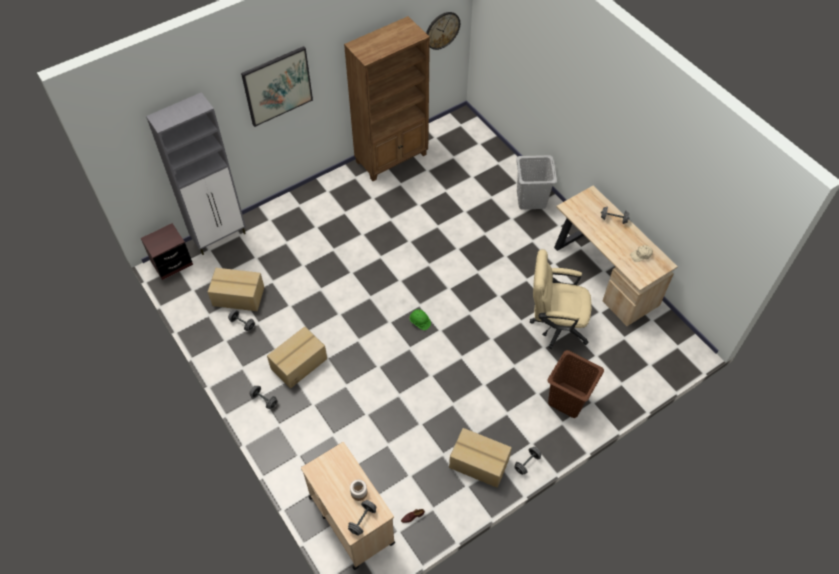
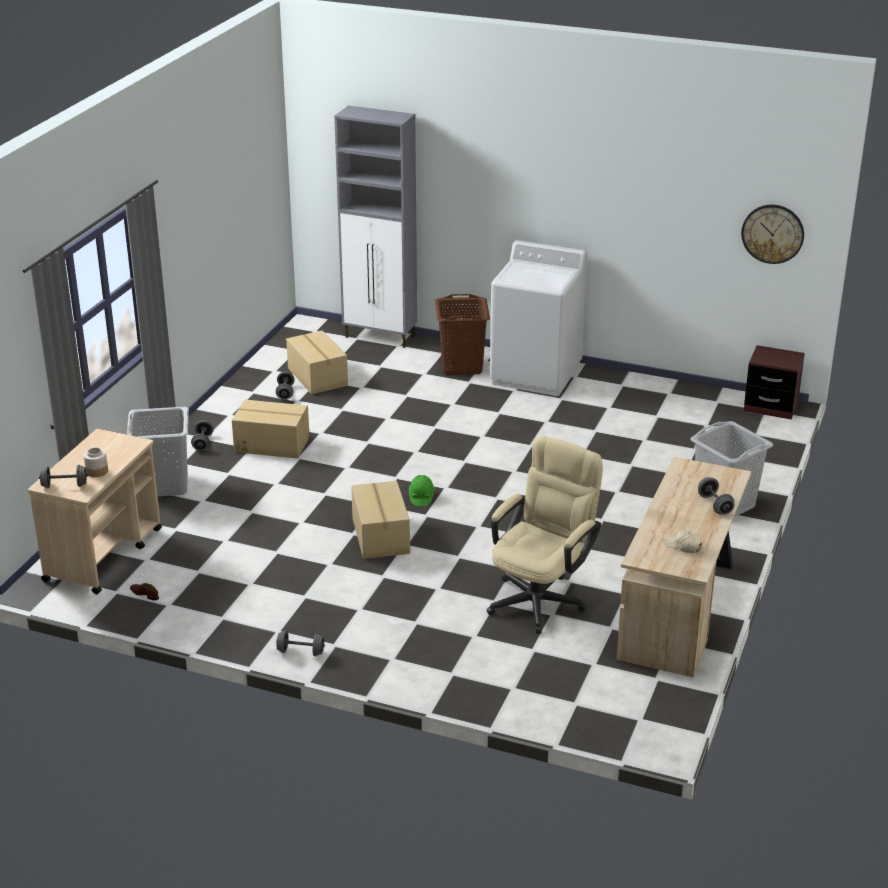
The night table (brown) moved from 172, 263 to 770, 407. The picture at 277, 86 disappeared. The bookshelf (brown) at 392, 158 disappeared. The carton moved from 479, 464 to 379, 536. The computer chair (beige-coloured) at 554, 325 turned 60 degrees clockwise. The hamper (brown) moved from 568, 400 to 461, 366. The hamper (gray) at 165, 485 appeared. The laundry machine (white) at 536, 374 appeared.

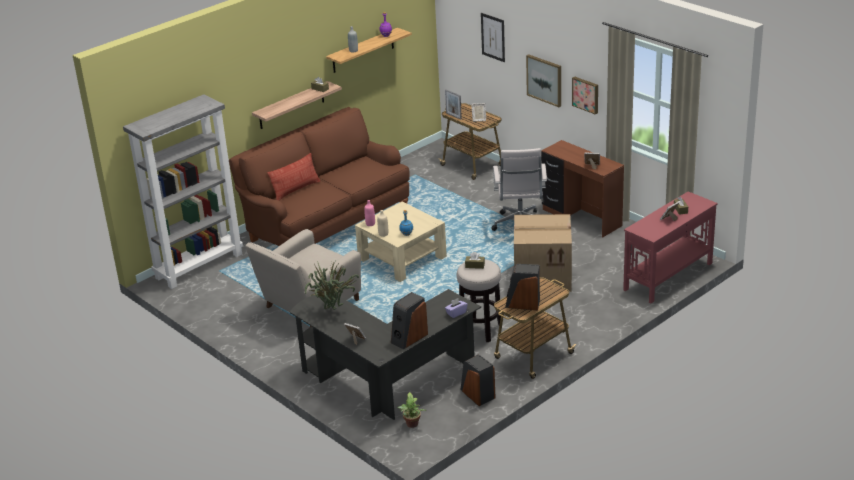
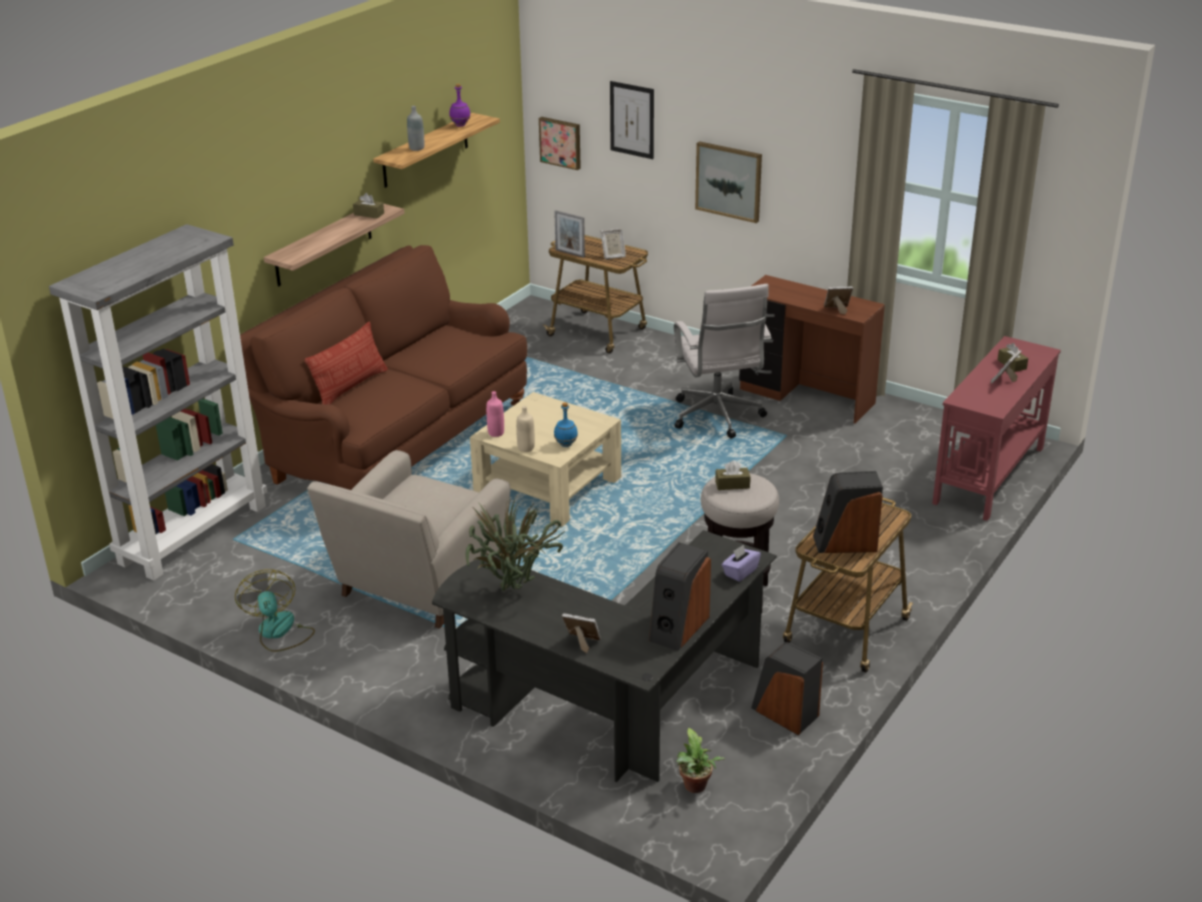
The carton at 543, 276 disappeared. The picture moved from 586, 94 to 561, 142. The cooling fan at 279, 632 appeared.

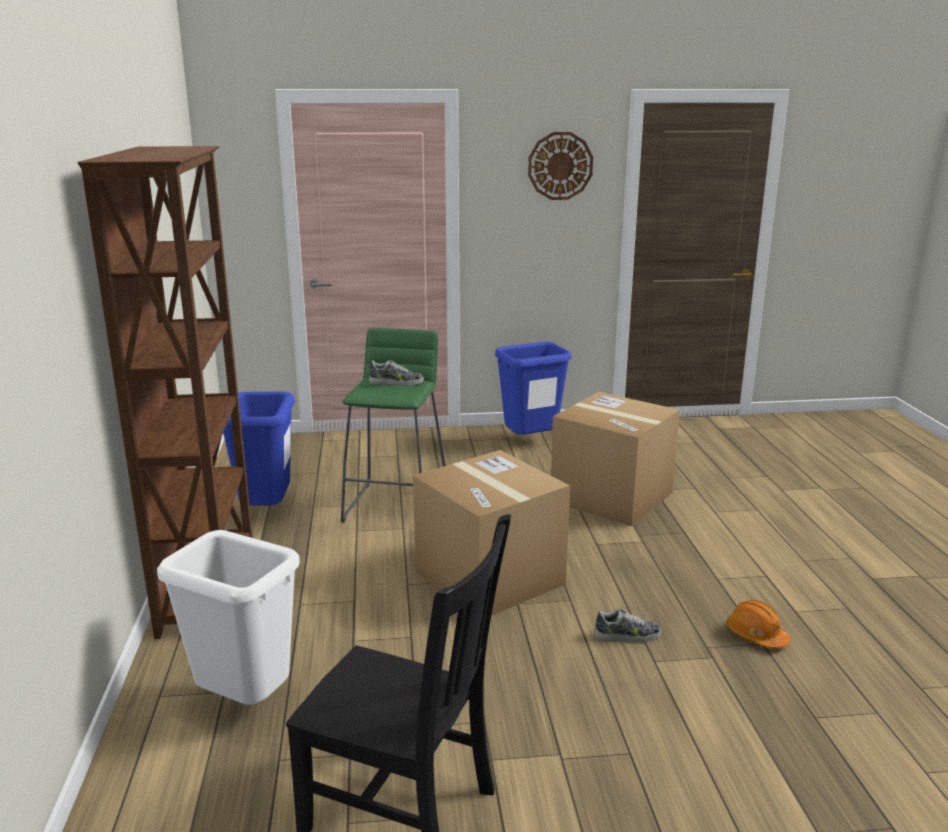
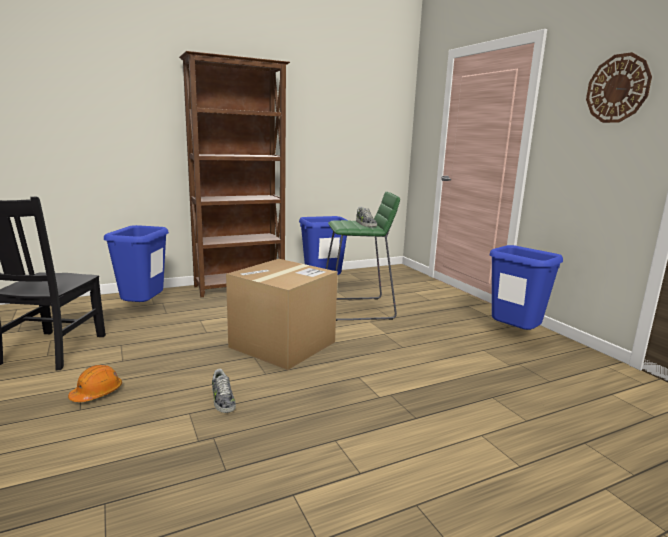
The trash can (white) at 246, 705 became the trash can (blue) at 143, 309. The carton at 611, 496 disappeared. The work helmet (orange-coloured) moved from 756, 635 to 97, 393.

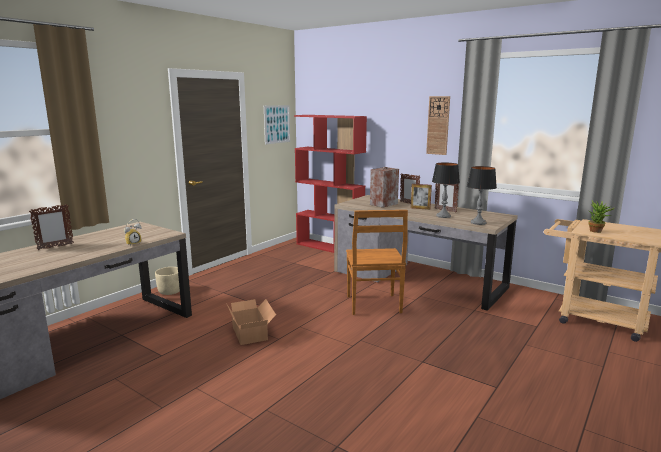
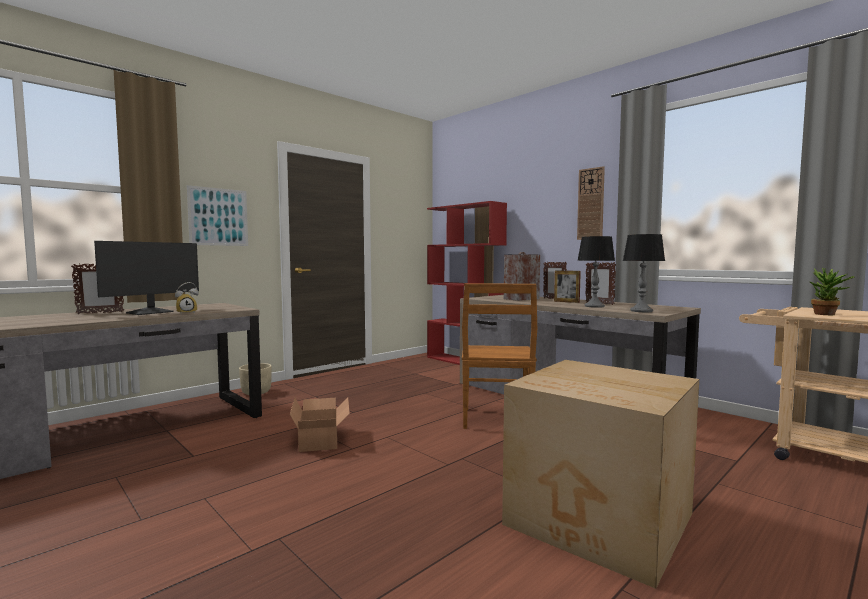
The picture moved from 277, 124 to 218, 217. The computer display at 151, 312 appeared. The carton at 600, 520 appeared.

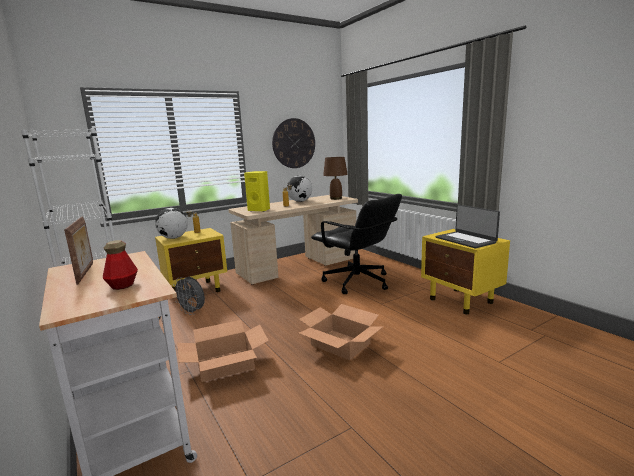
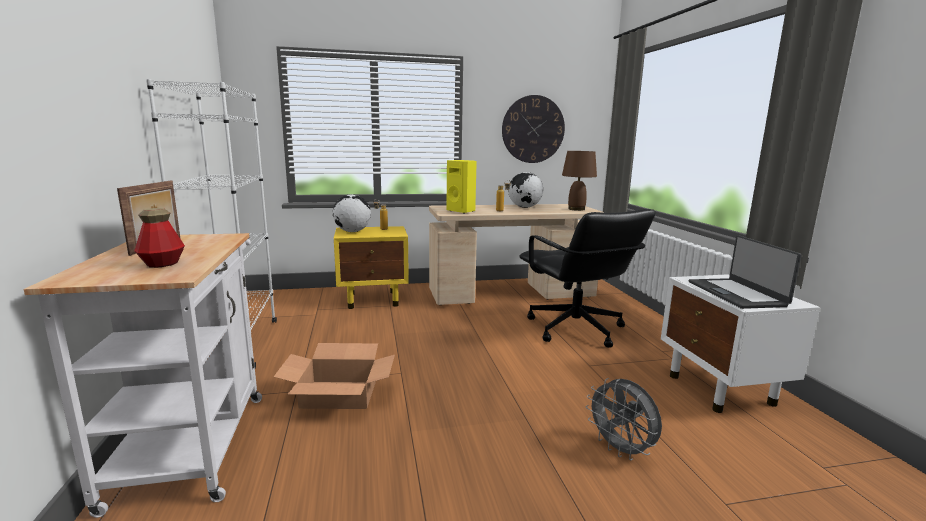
The cooling fan (gray) moved from 192, 312 to 621, 450. The carton at 340, 344 disappeared. The night table (yellow) at 461, 301 became the night table (white) at 721, 390.

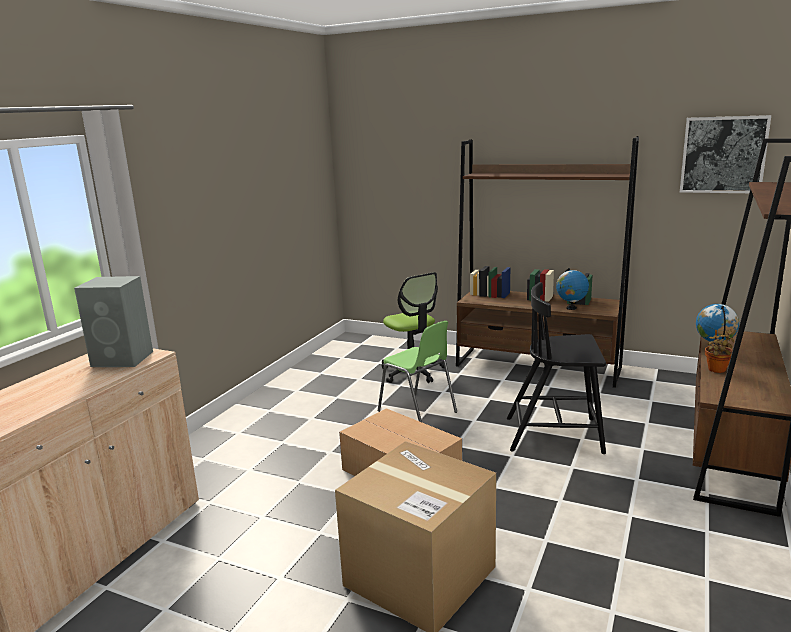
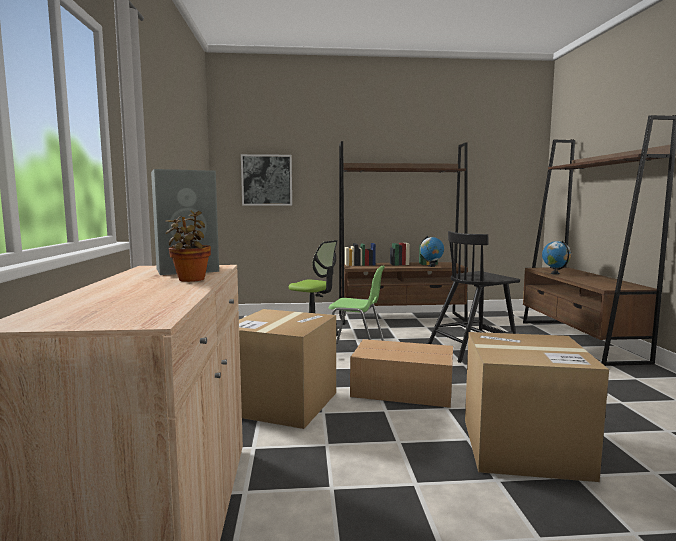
The picture moved from 723, 155 to 267, 180. The houseplant moved from 716, 370 to 190, 280. The carton at 282, 403 appeared.

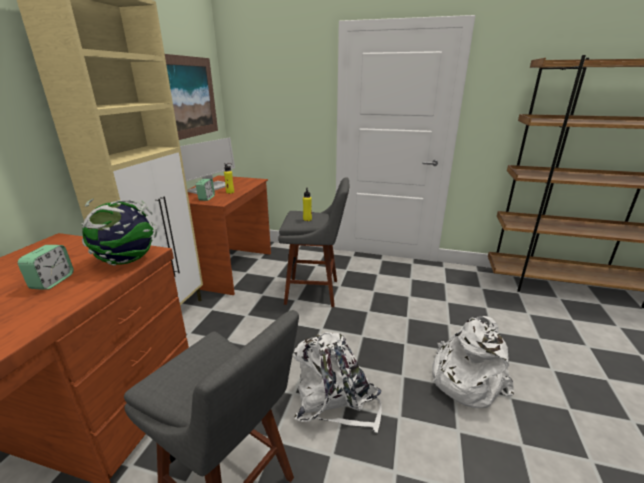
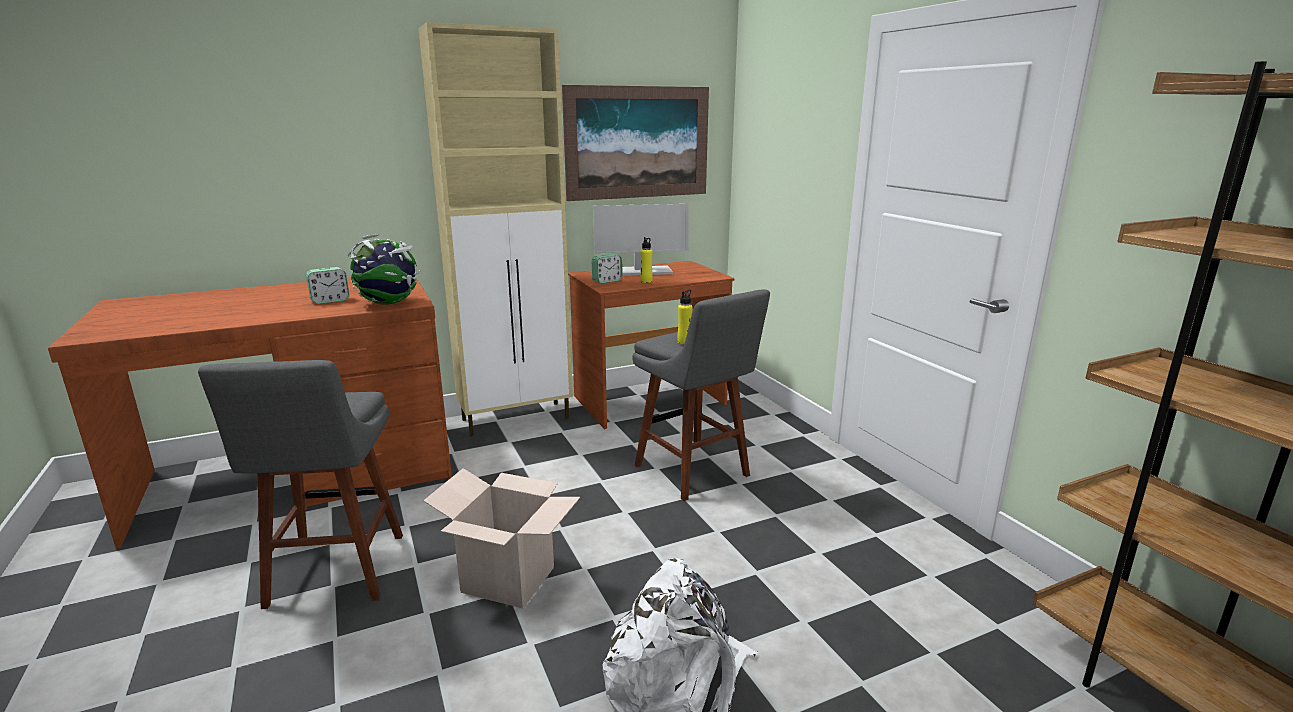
The rucksack (white) at 335, 400 was replaced by the carton at 508, 580.

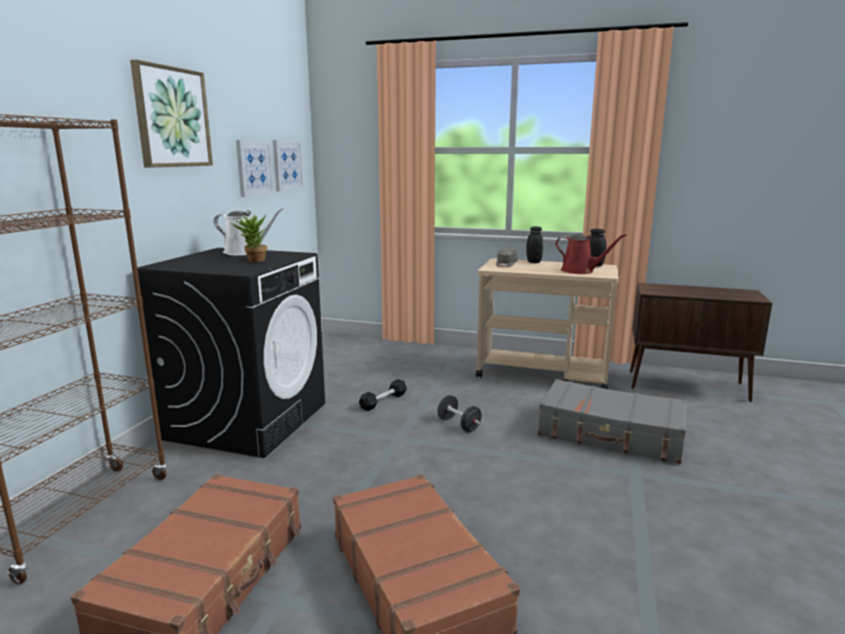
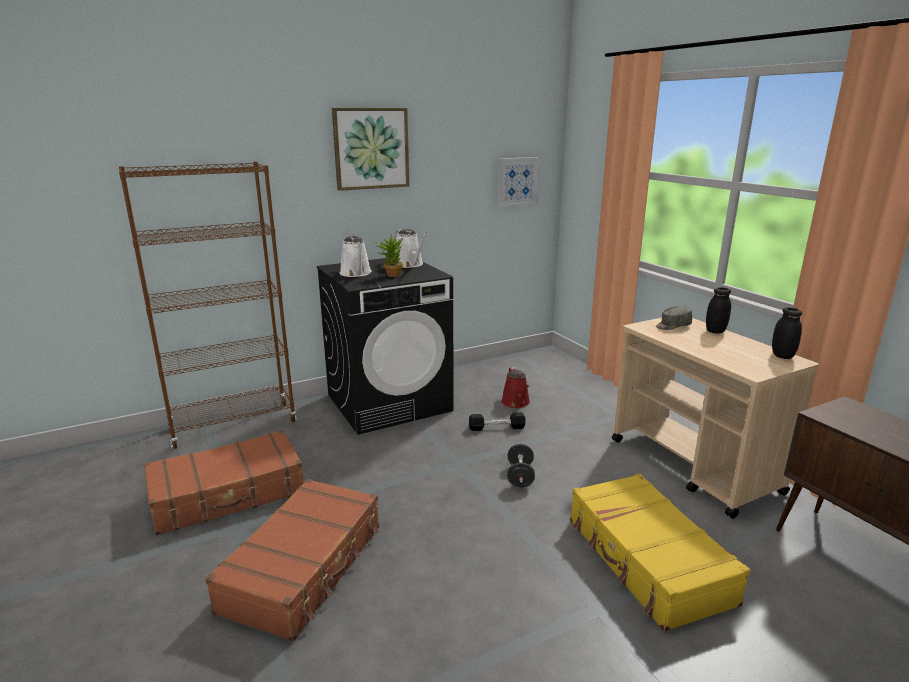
The picture at 254, 168 disappeared. The piece of luggage (gray) at 611, 434 became the piece of luggage (yellow) at 646, 561. The watering pot (red) moved from 580, 271 to 516, 403. The watering pot (white) at 356, 273 appeared.

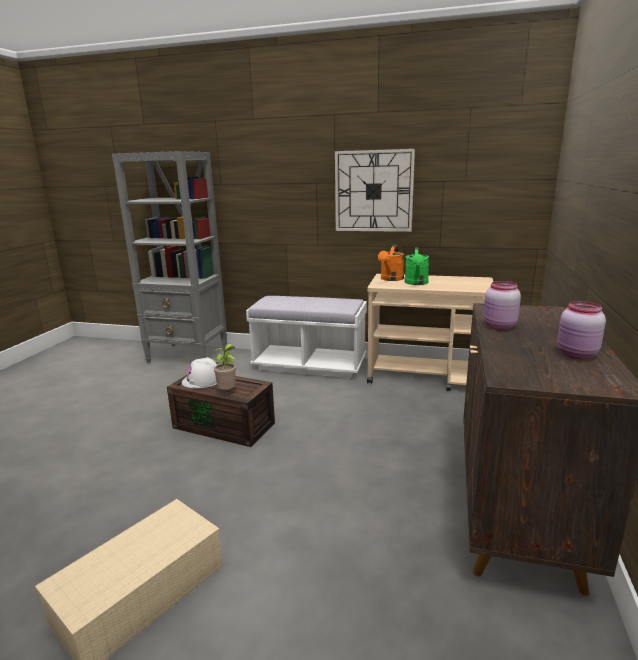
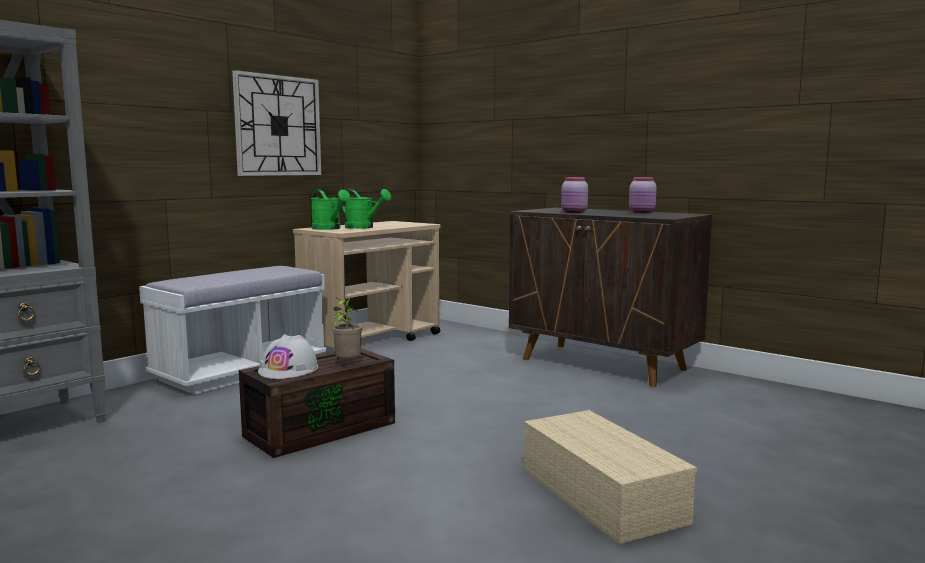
The watering pot (orange-coloured) at 390, 279 became the watering pot (greenish) at 329, 229.

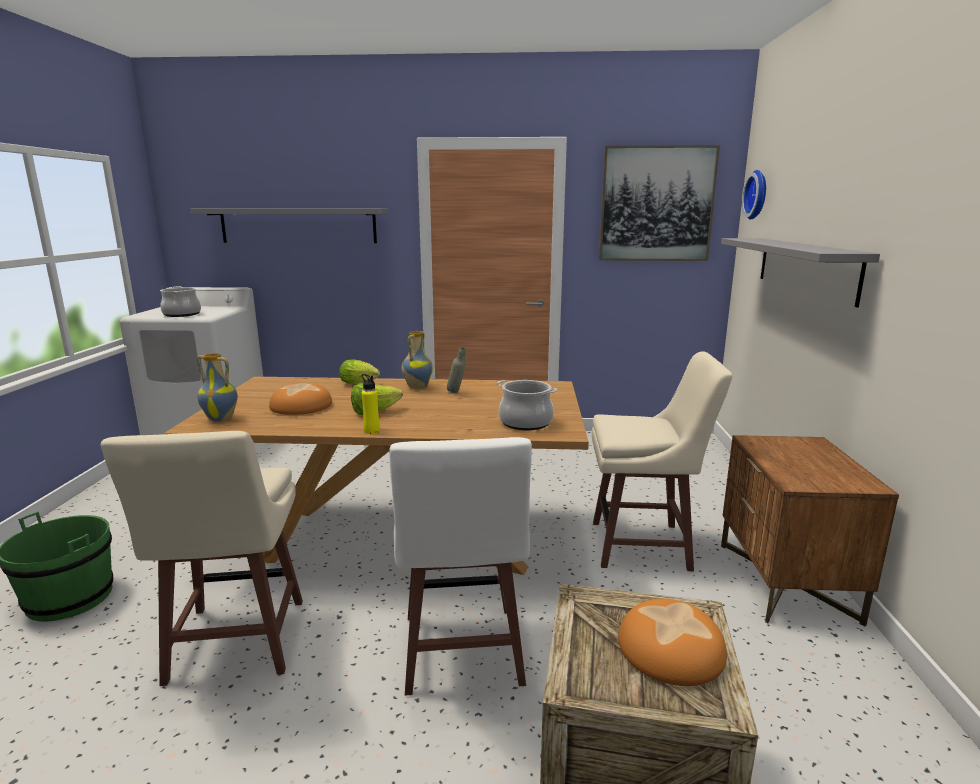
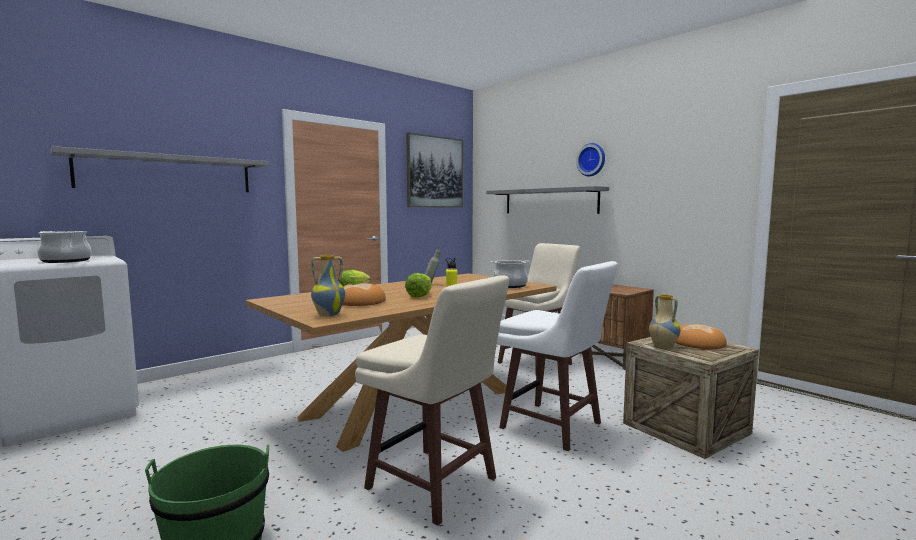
The decorative vase moved from 417, 387 to 662, 347. The hanging clock moved from 758, 195 to 592, 160.

